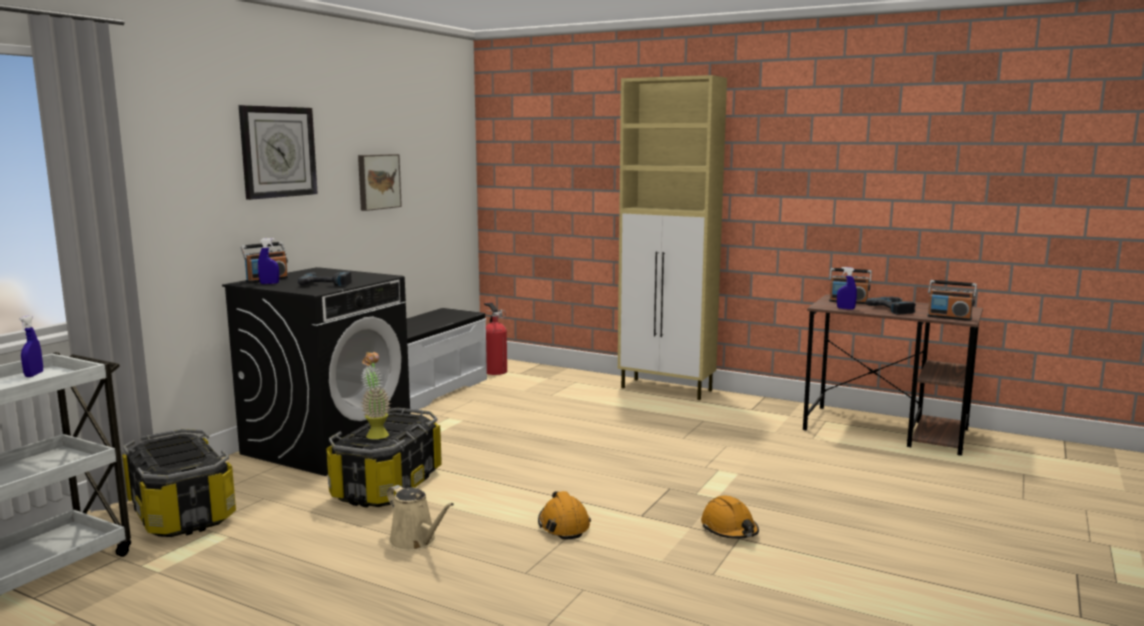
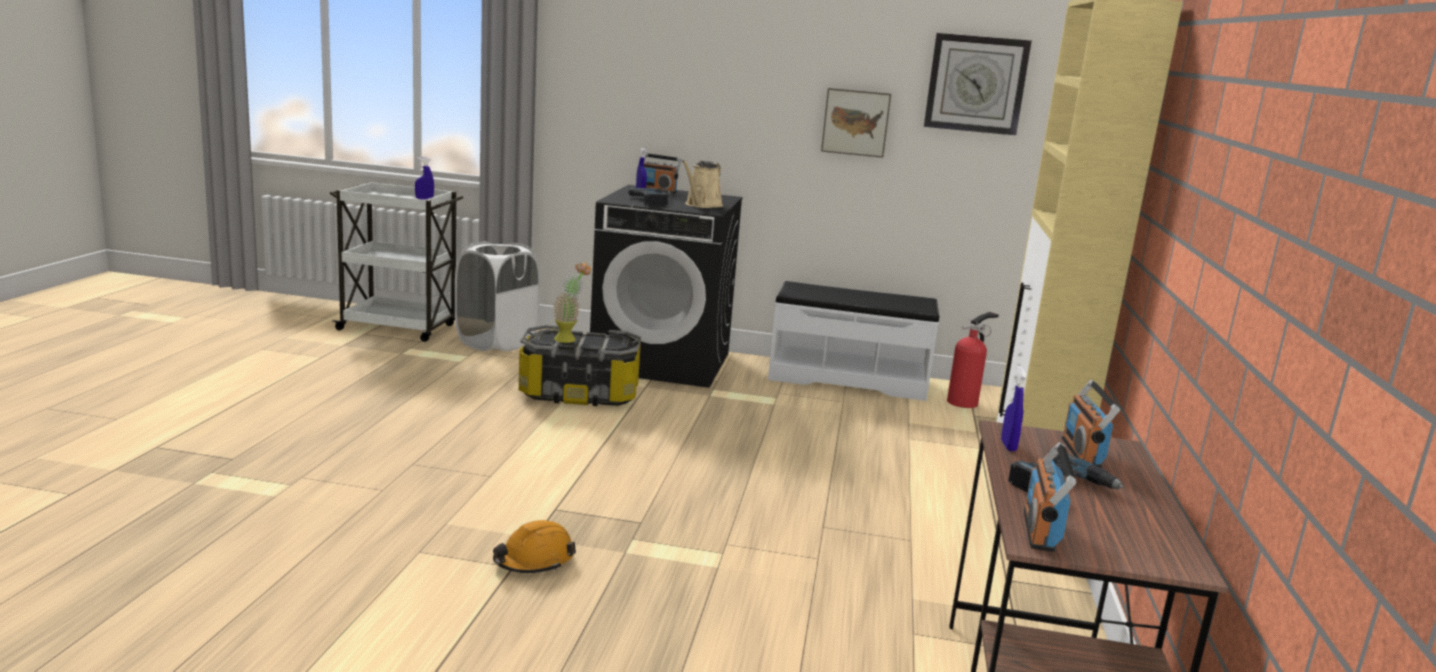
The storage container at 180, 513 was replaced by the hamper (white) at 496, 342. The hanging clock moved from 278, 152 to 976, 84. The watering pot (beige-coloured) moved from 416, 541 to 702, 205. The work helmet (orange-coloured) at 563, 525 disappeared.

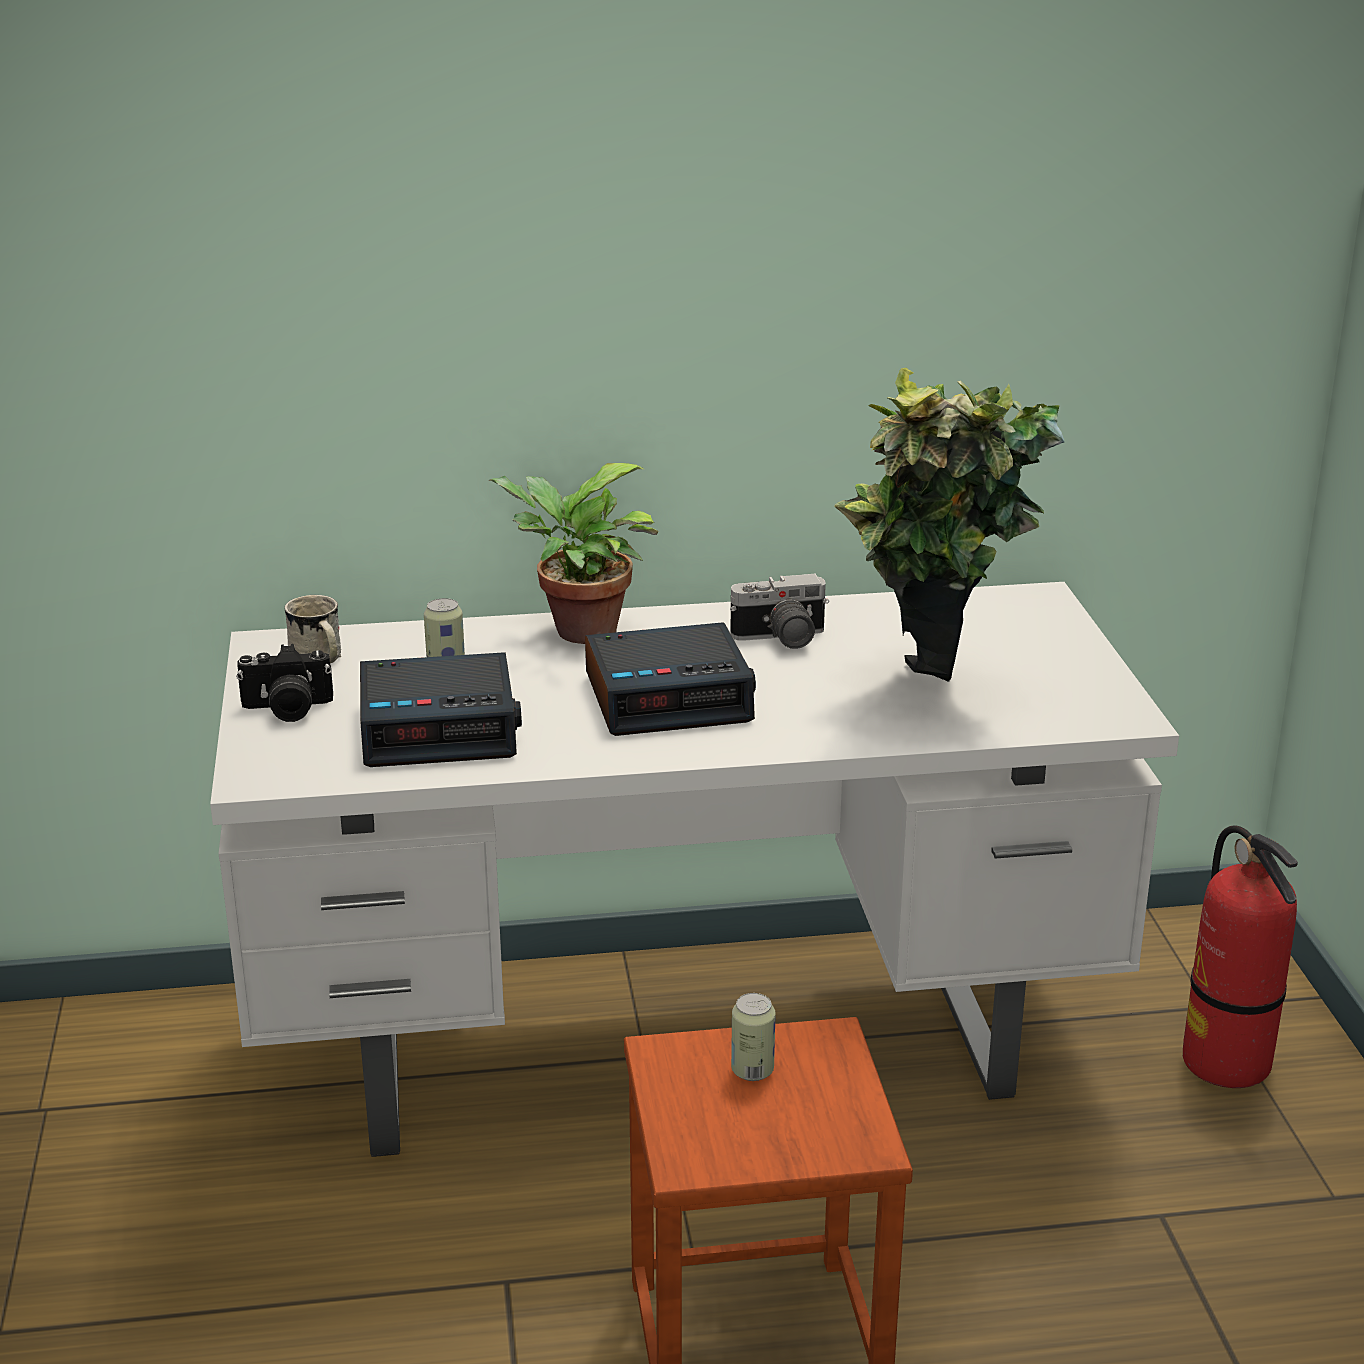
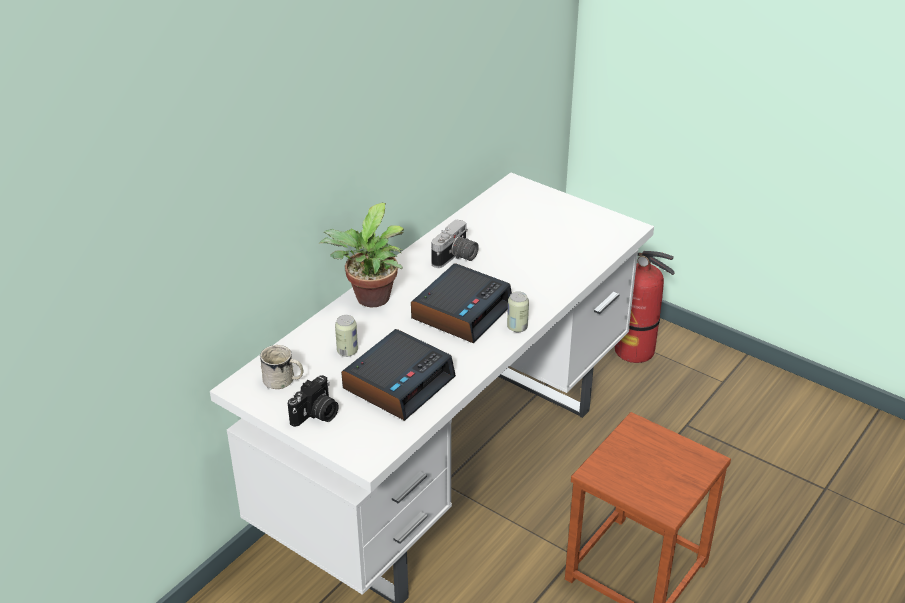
The can moved from 752, 1070 to 517, 327. The houseplant at 928, 701 disappeared.

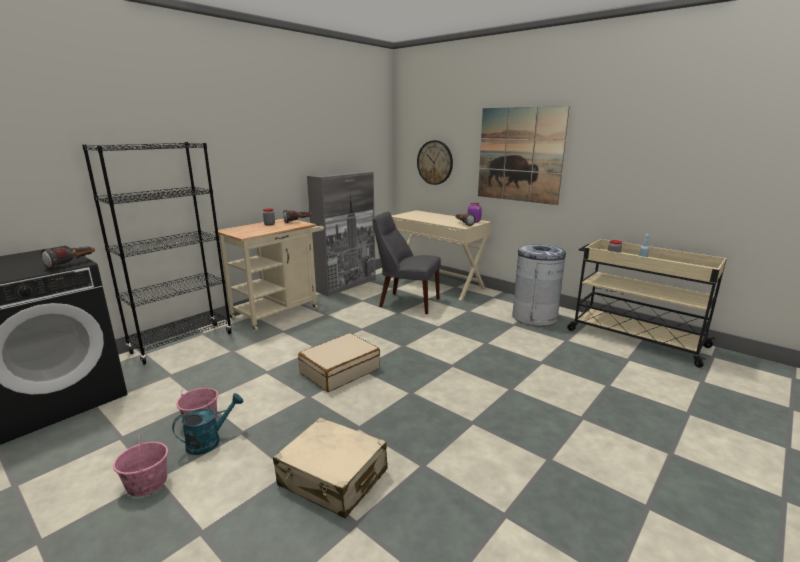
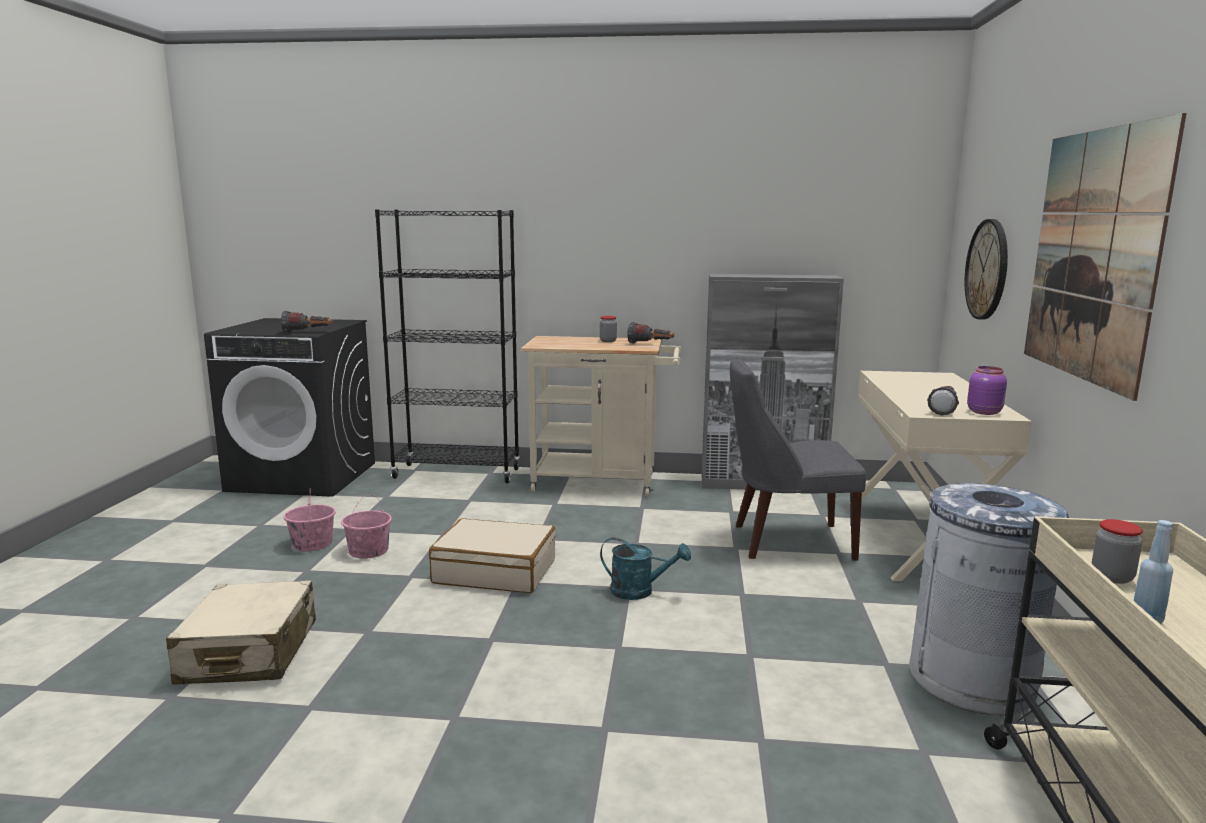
The water bucket (pink) moved from 147, 483 to 369, 551. The watering pot (turquoise) moved from 209, 441 to 640, 591. The plain chair (gray) at 406, 302 turned 75 degrees counterclockwise.

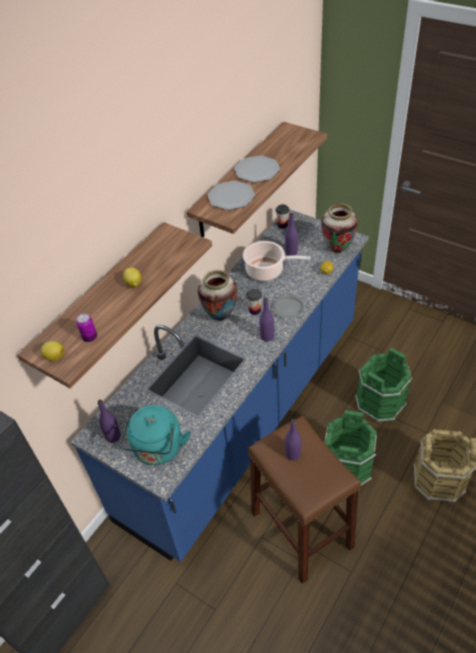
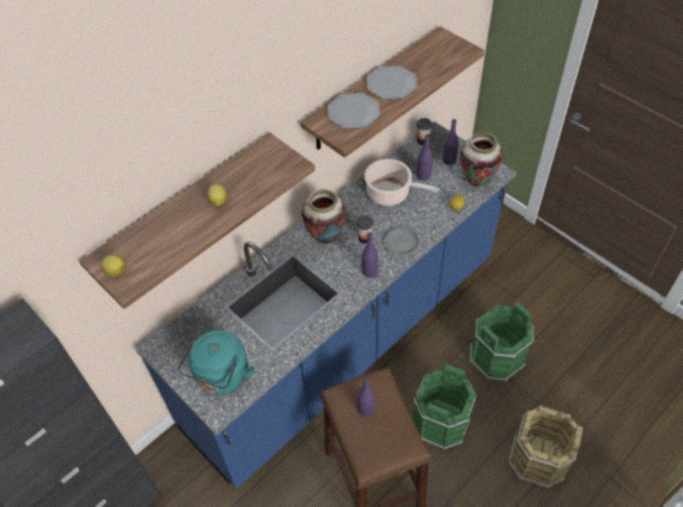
The can at 90, 337 disappeared. The drink bottle (purple) moved from 113, 436 to 449, 161.

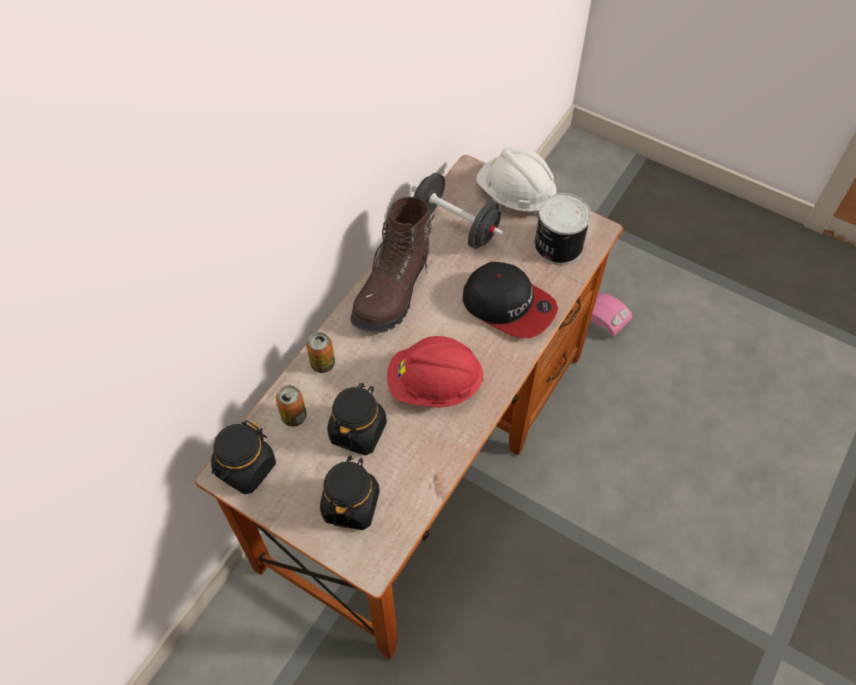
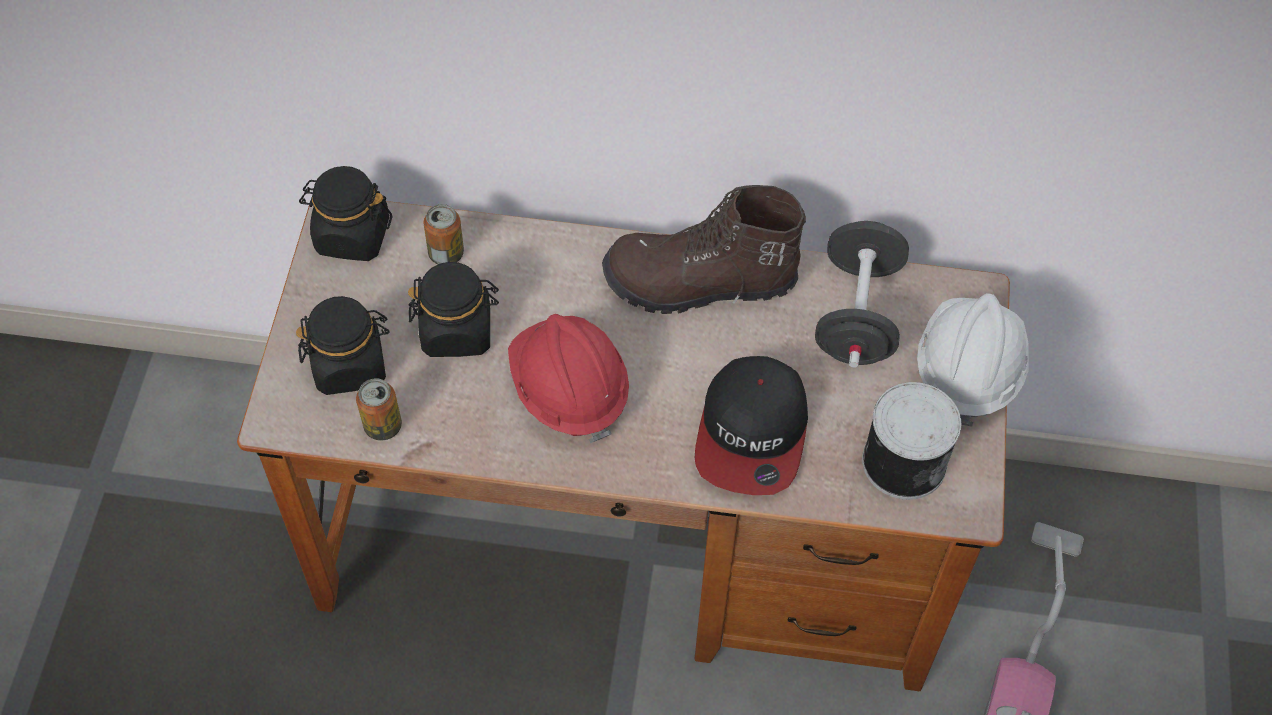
The can moved from 323, 363 to 382, 426.

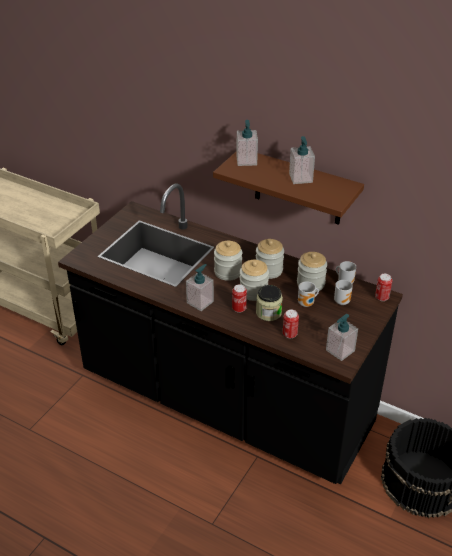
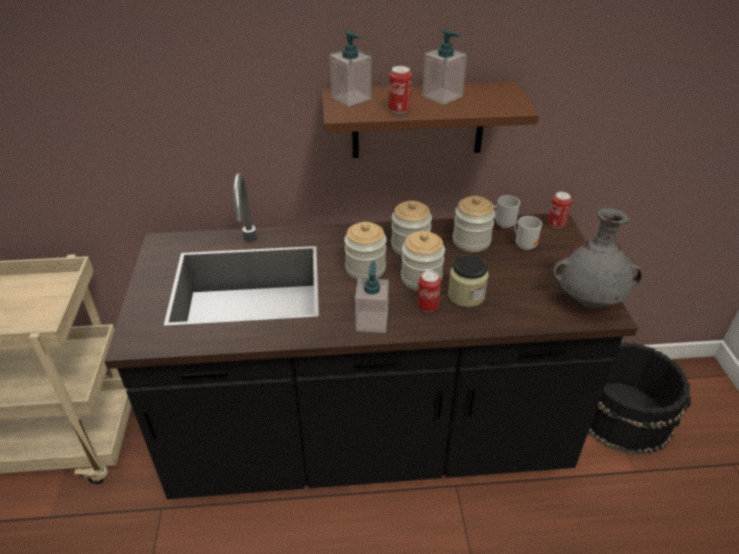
The can moved from 289, 334 to 399, 110. The coffee mug at 307, 304 disappeared. The soap bottle at 340, 350 was replaced by the decorative vase (gray) at 589, 301.

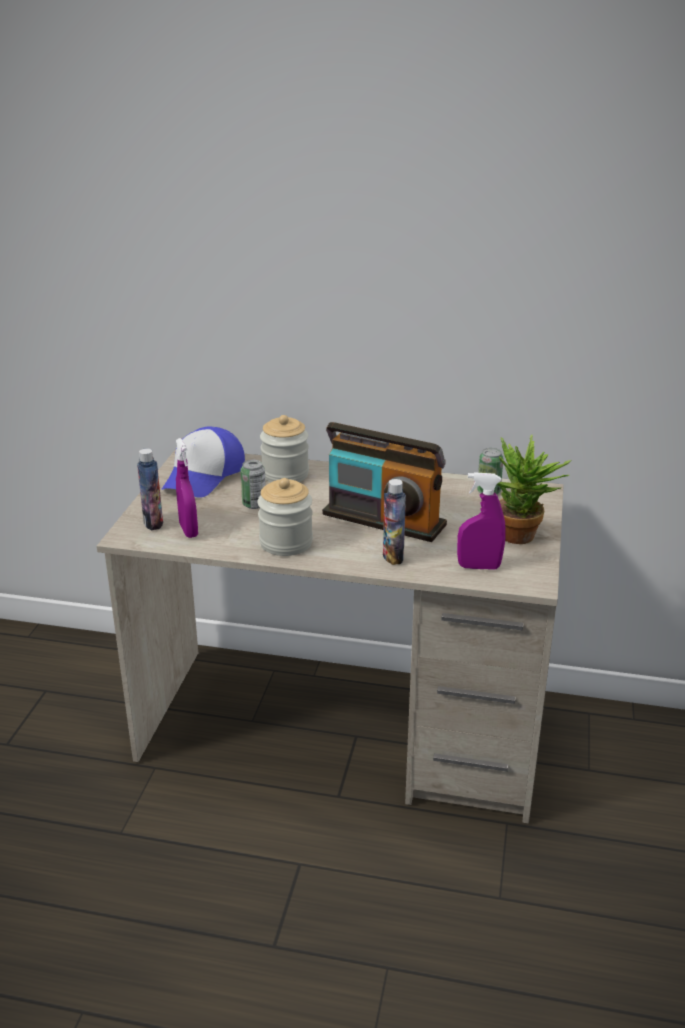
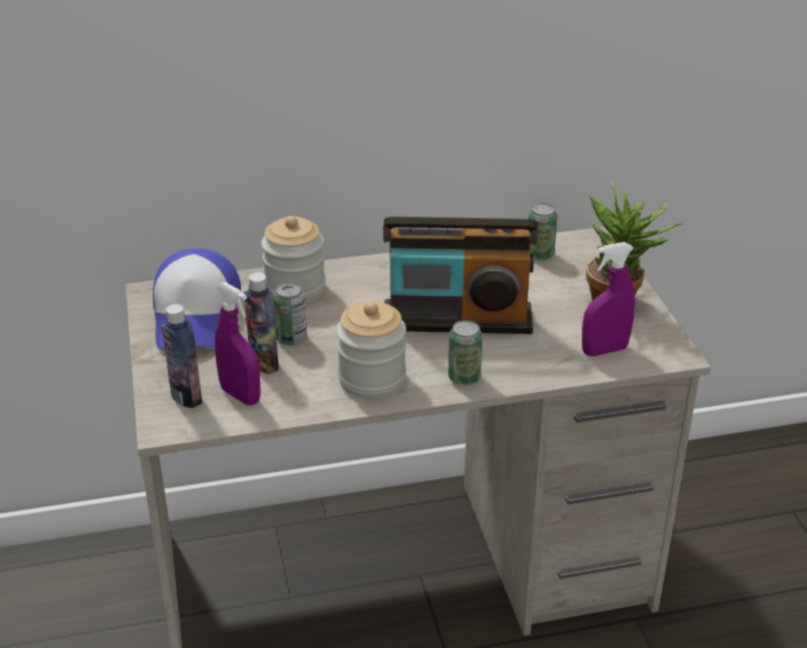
The drink bottle moved from 393, 556 to 264, 363. The can at 464, 378 appeared.

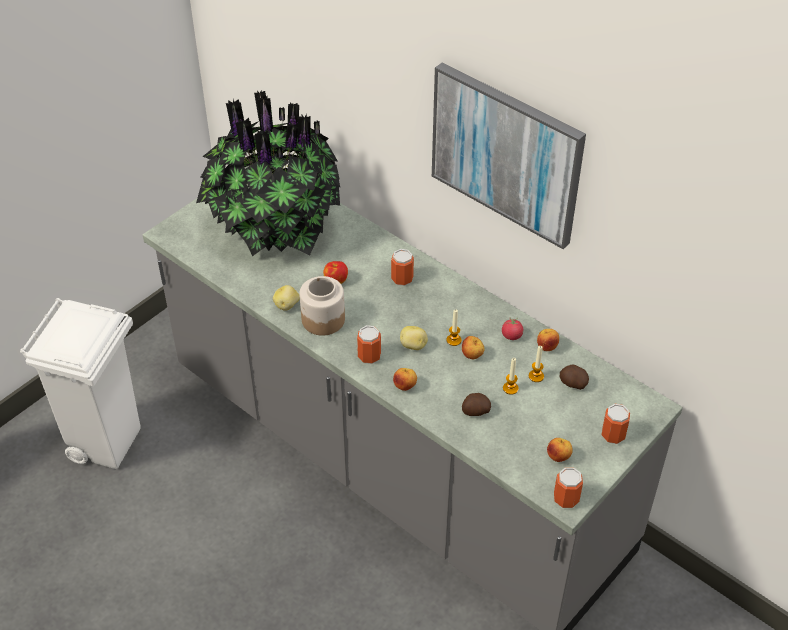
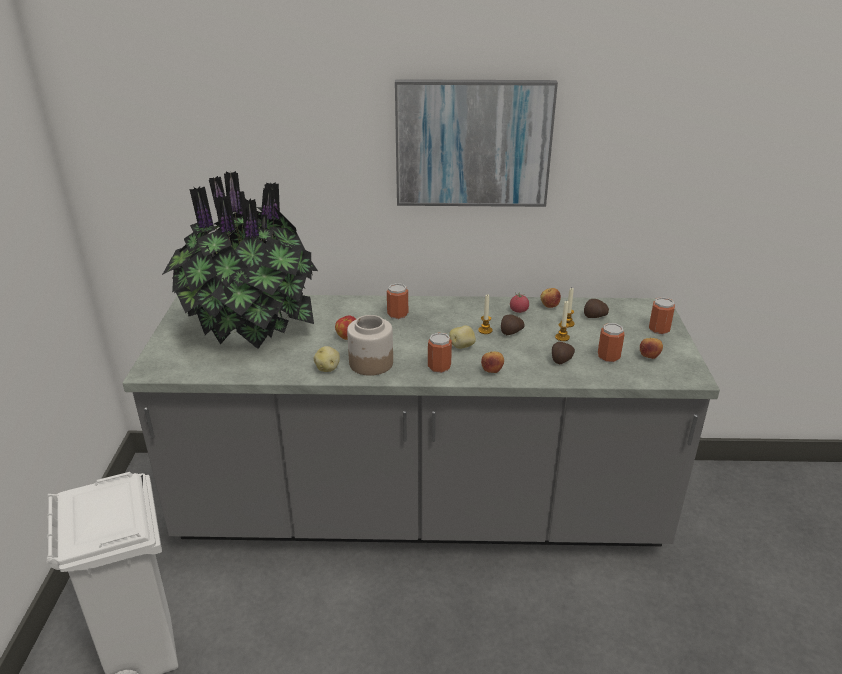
The whole apple at 472, 356 was replaced by the whole potato at 510, 332. The can moved from 566, 499 to 608, 357.

